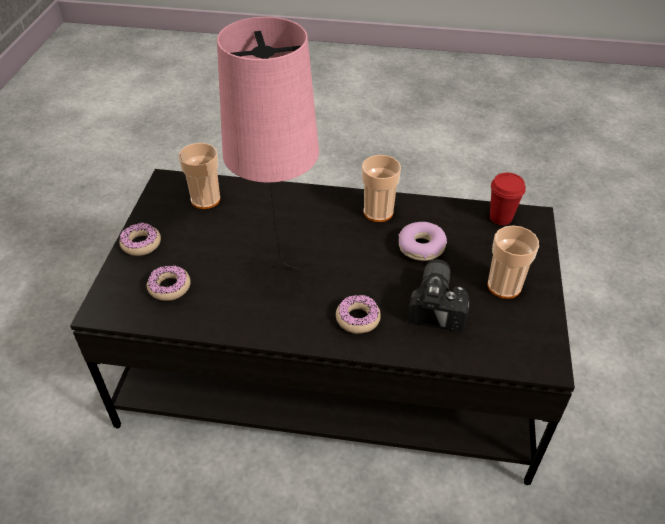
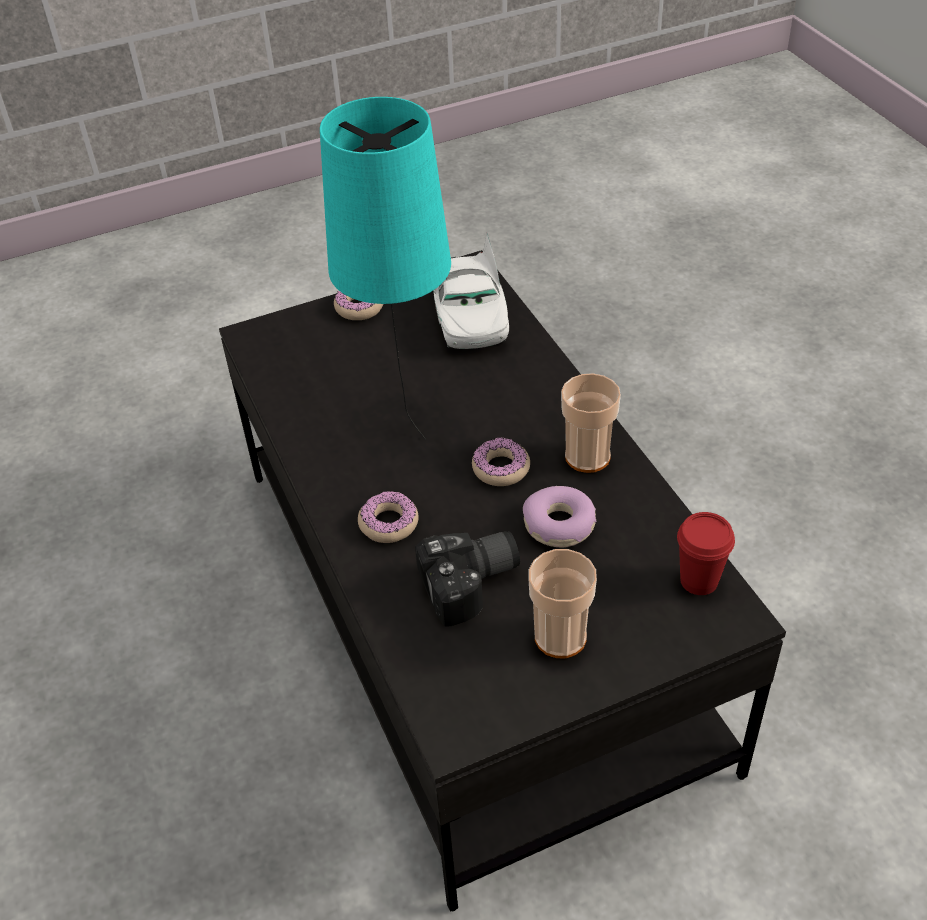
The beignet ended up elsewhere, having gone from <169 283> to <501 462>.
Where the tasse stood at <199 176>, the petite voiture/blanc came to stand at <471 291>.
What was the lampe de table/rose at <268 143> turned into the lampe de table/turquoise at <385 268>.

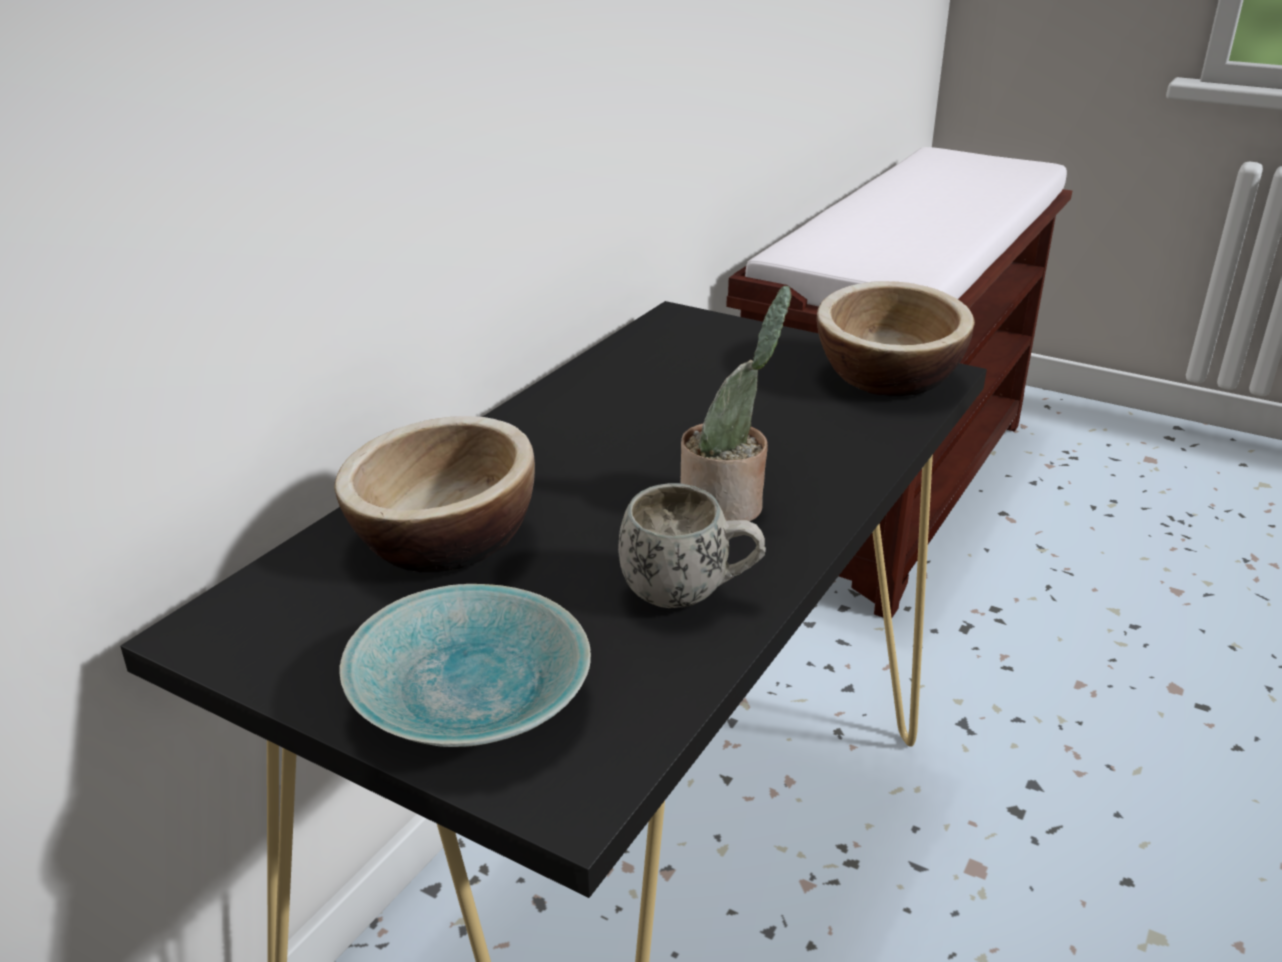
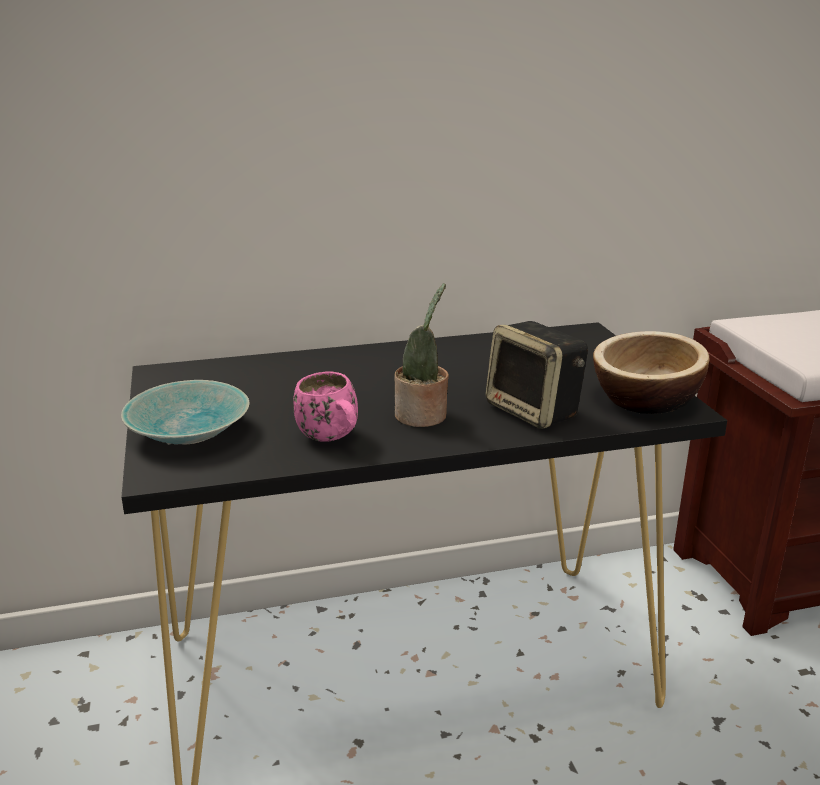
The second view lost the bol at <434 494>.
What was the mug/blanc at <692 545> turned into the mug/rose at <325 407>.
The second view gained the enceinte at <536 375>.

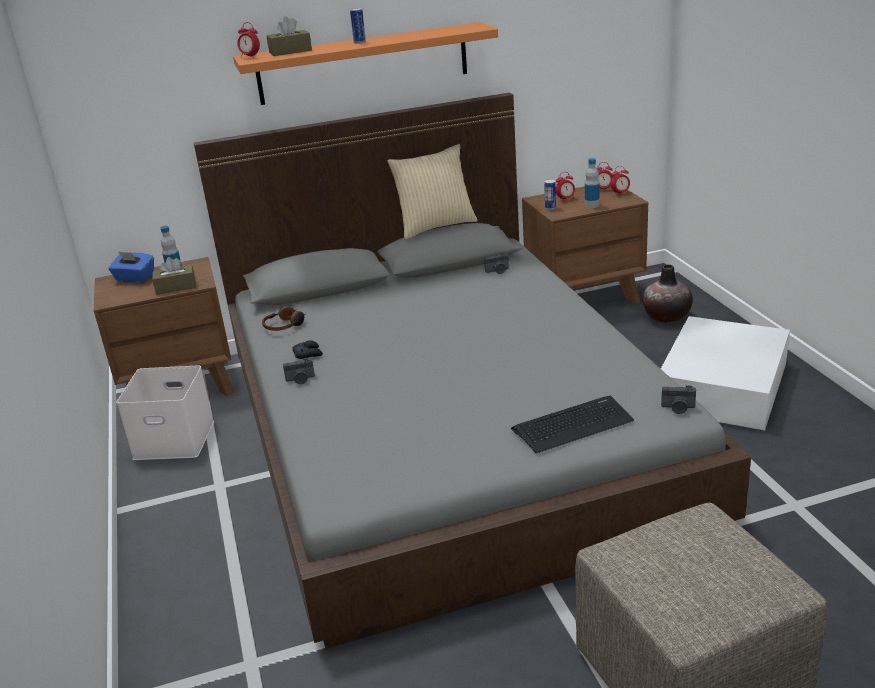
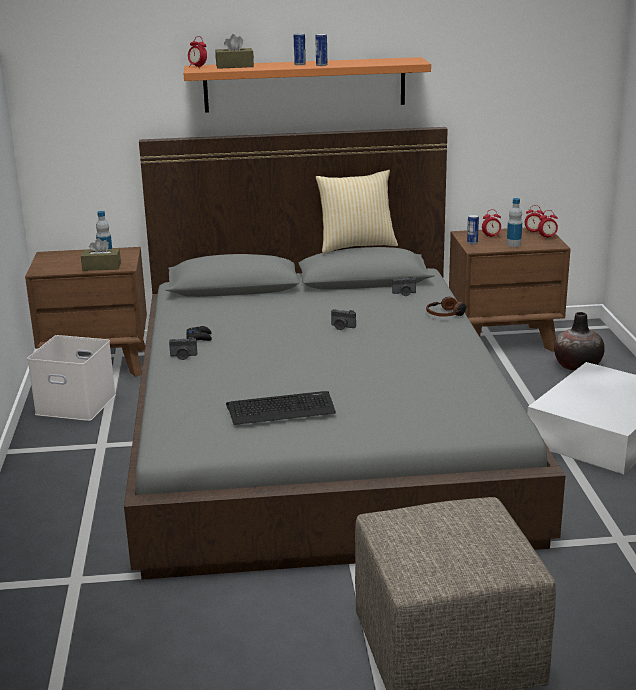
The second view lost the boîte à mouchoirs/bleu at <131 267>.
The casque audio ended up elsewhere, having gone from <284 318> to <446 307>.
The clavier ended up elsewhere, having gone from <572 425> to <281 408>.
The appareil photo ended up elsewhere, having gone from <678 399> to <343 319>.
The second view gained the boîte métallique at <321 50>.

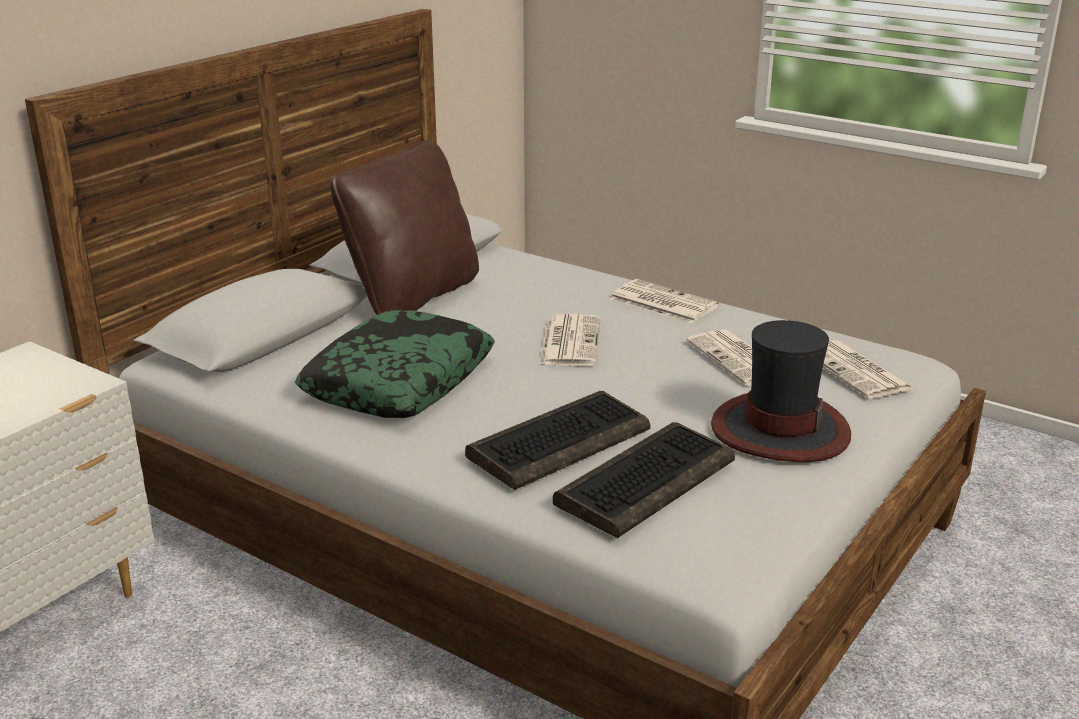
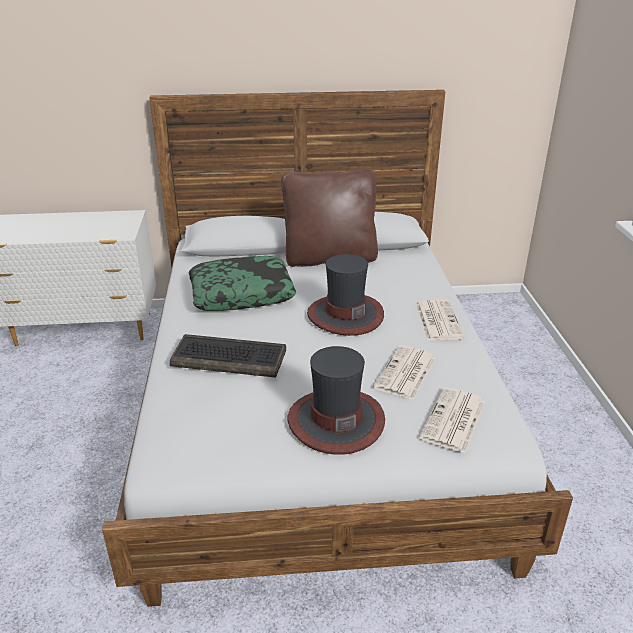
Where the journal stood at <569 340>, the chapeau came to stand at <345 295>.
The second view lost the clavier at <644 480>.

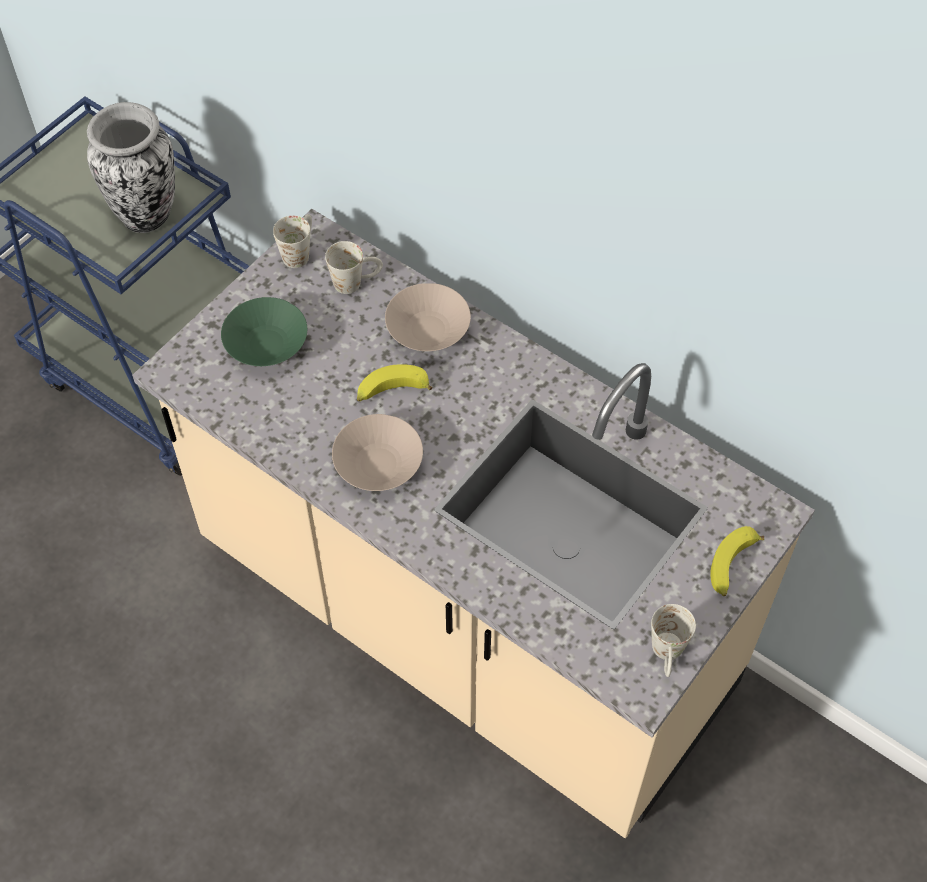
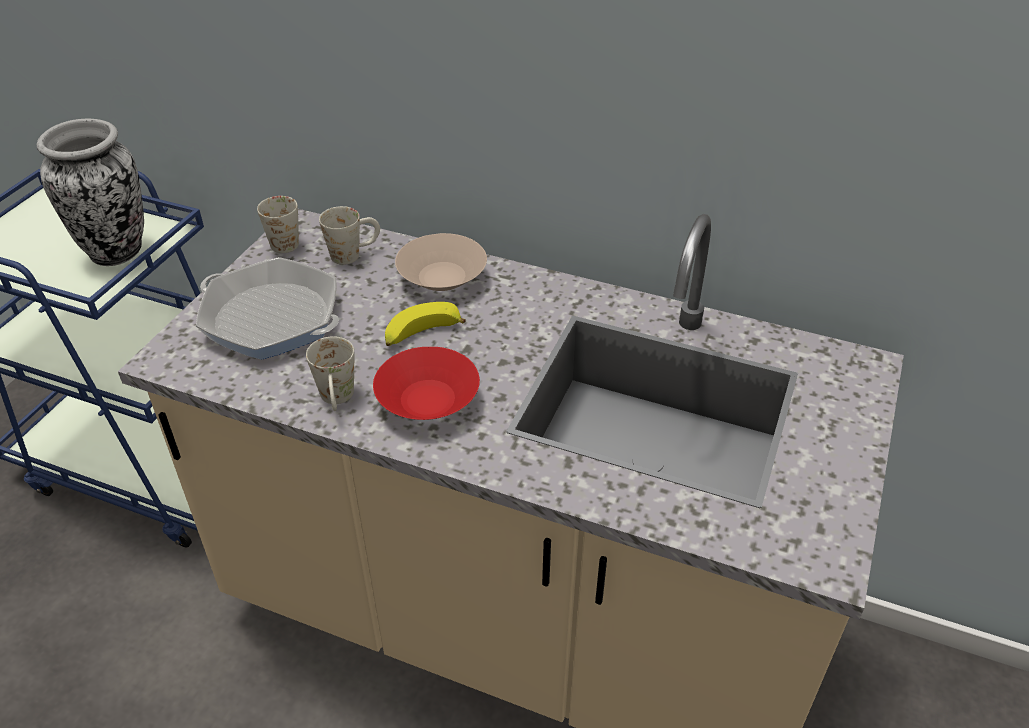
Where the bol/vert stood at <264 331>, the poêle came to stand at <267 308>.
What was the bol/beige at <377 452> turned into the bol/rouge at <426 383>.
The mug/blanc ended up elsewhere, having gone from <673 640> to <330 373>.
The second view lost the banane at <737 561>.

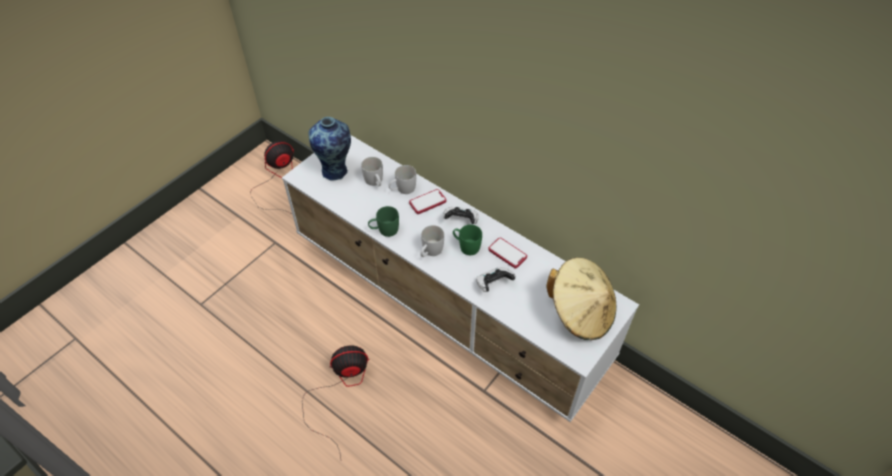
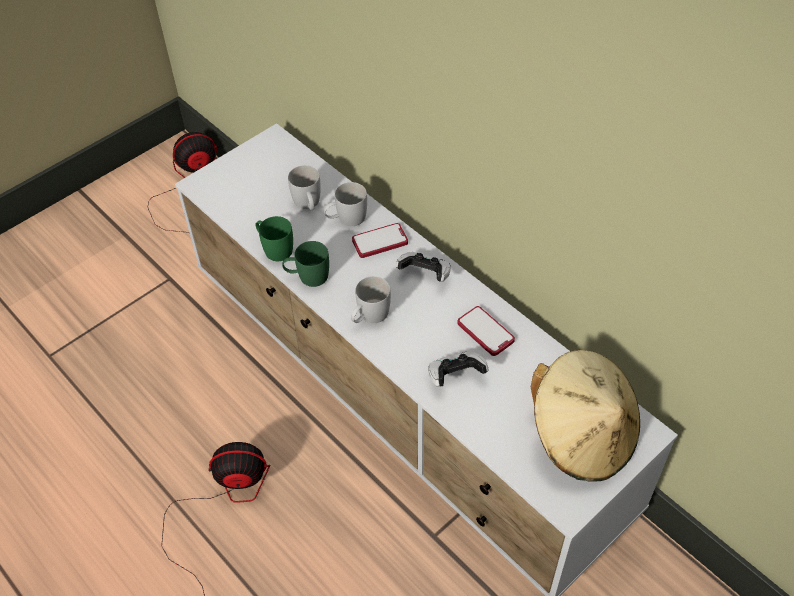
The second view lost the vase at <330 149>.
The mug/vert ended up elsewhere, having gone from <467 240> to <274 238>.

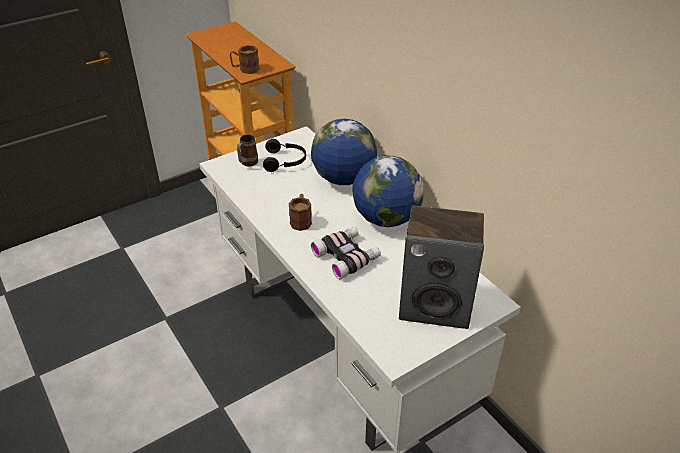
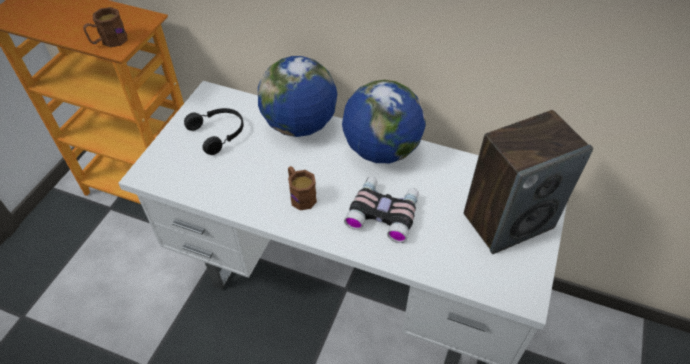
The second view lost the mug at <247 150>.

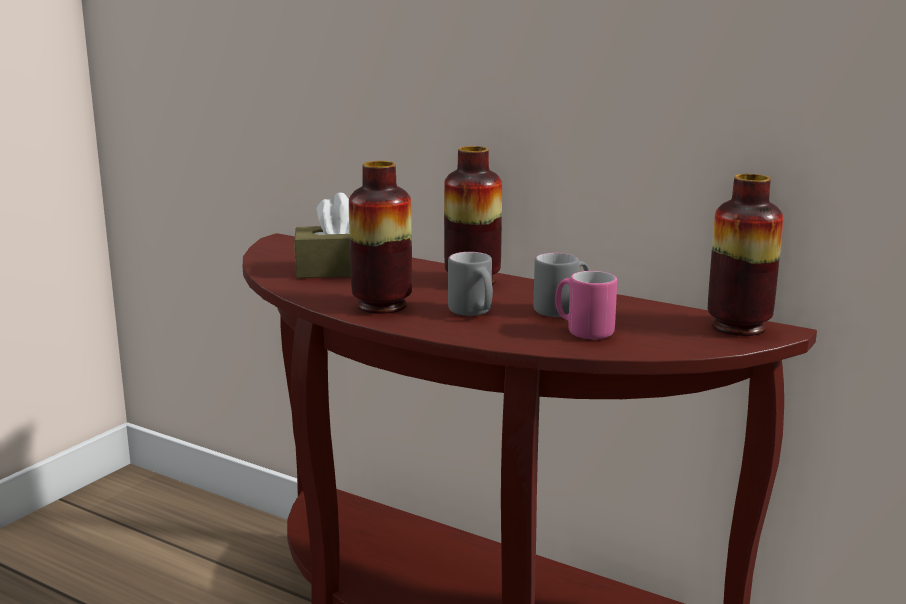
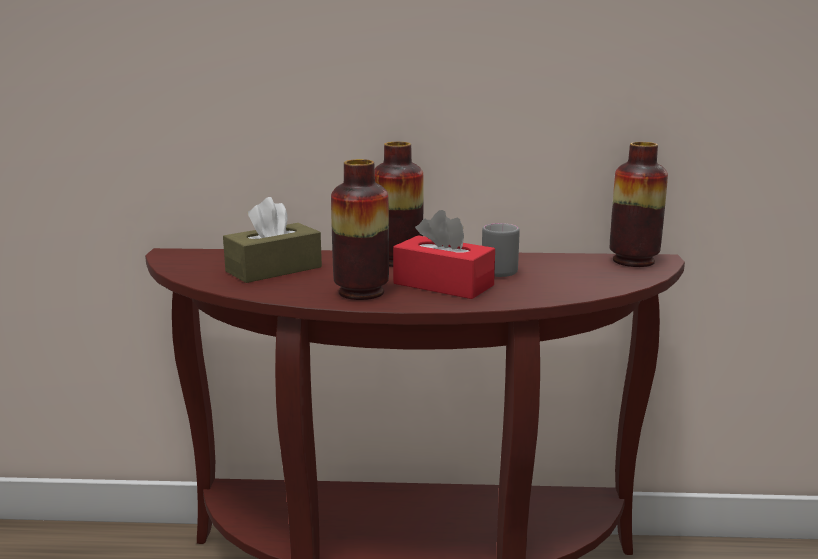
Where the mug/gris stood at <470 284>, the boîte à mouchoirs/rouge came to stand at <444 254>.
The second view lost the mug/rose at <586 305>.

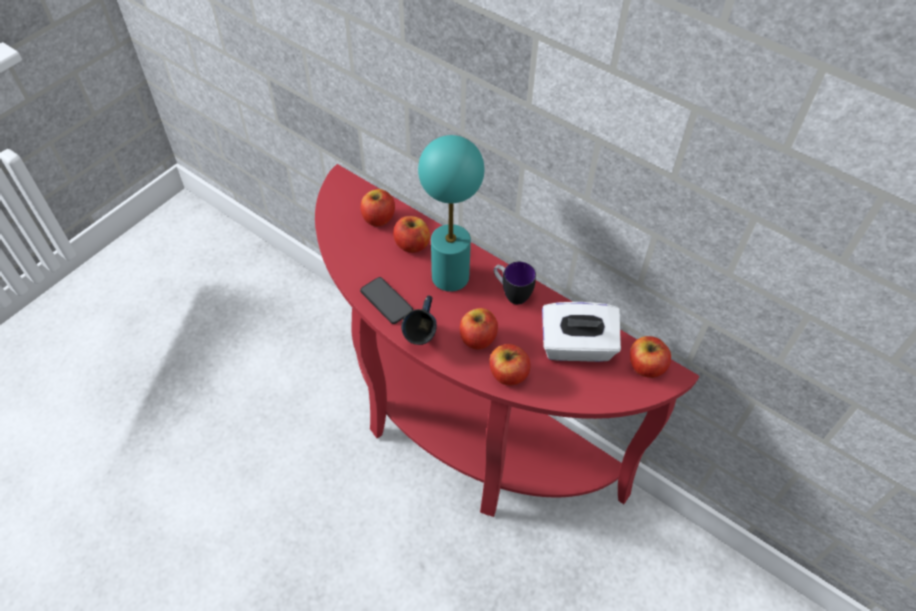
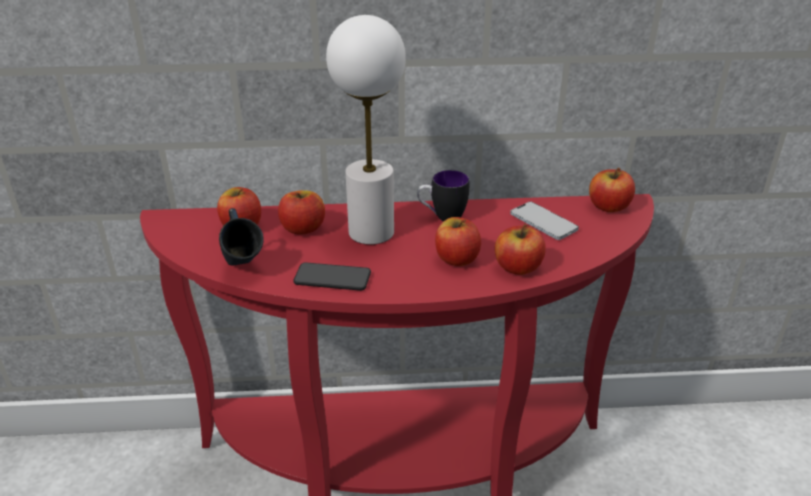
The mug/bleu ended up elsewhere, having gone from <419 320> to <241 236>.
What was the lampe de table/turquoise at <451 213> turned into the lampe de table/blanc at <366 130>.
Where the boîte à mouchoirs/blanc stood at <581 332>, the téléphone came to stand at <544 221>.

